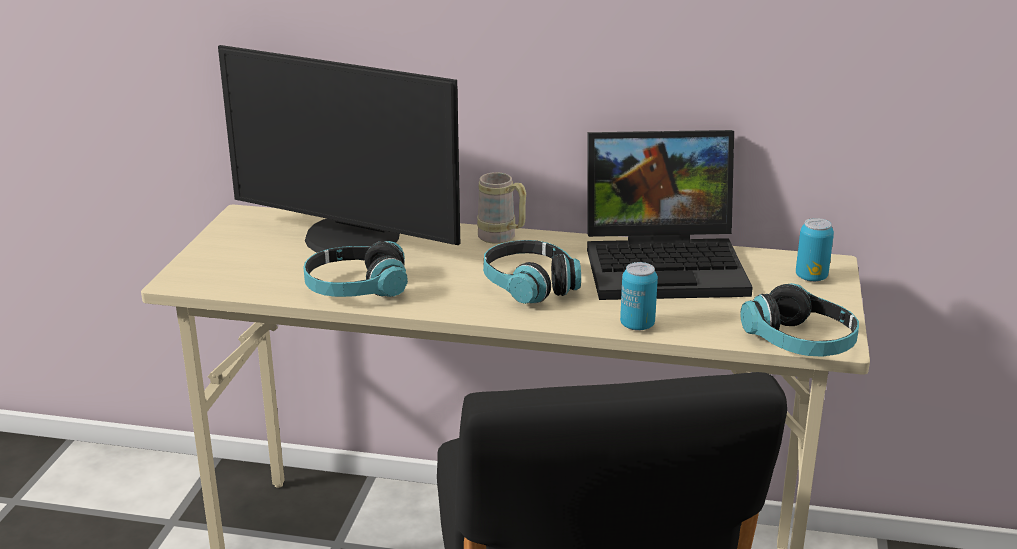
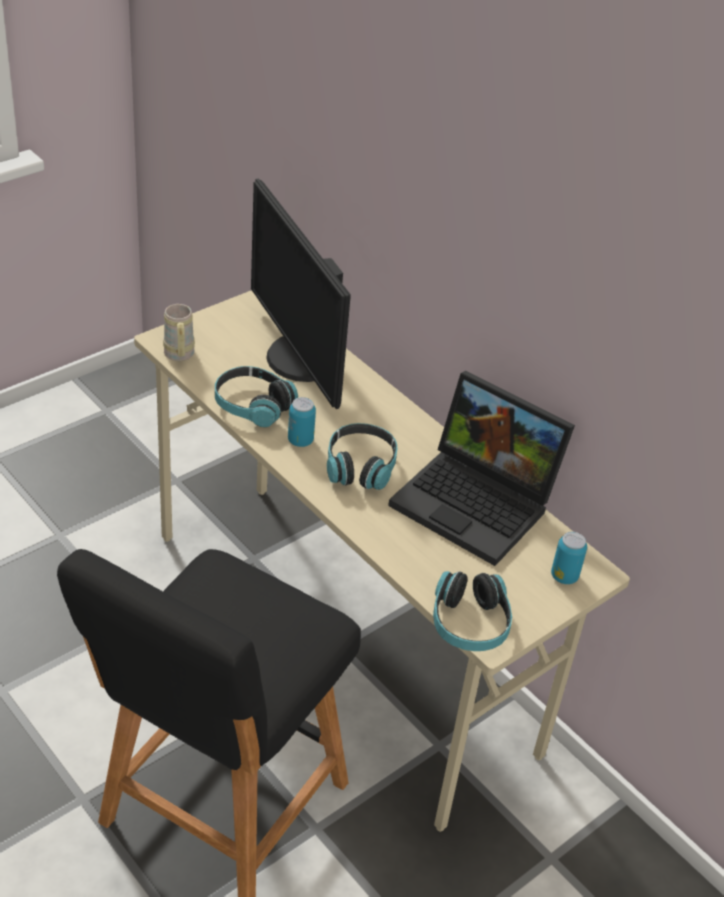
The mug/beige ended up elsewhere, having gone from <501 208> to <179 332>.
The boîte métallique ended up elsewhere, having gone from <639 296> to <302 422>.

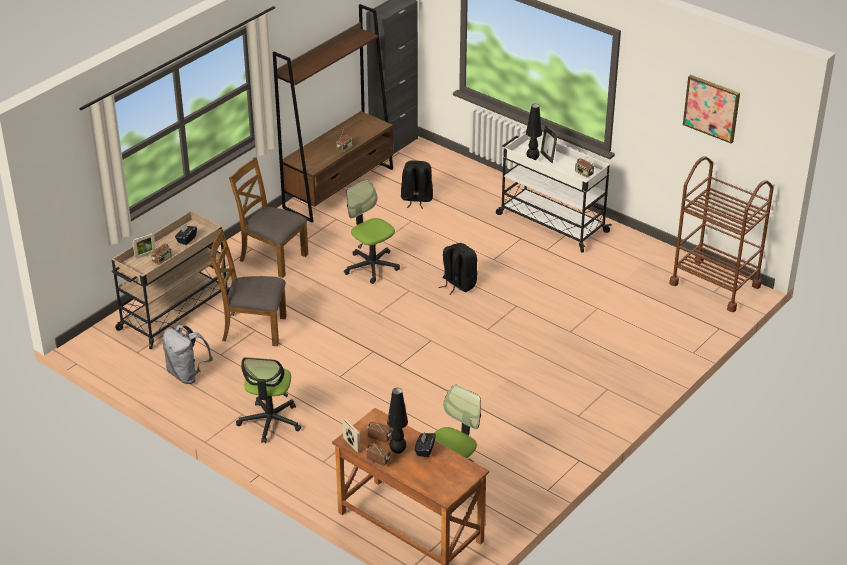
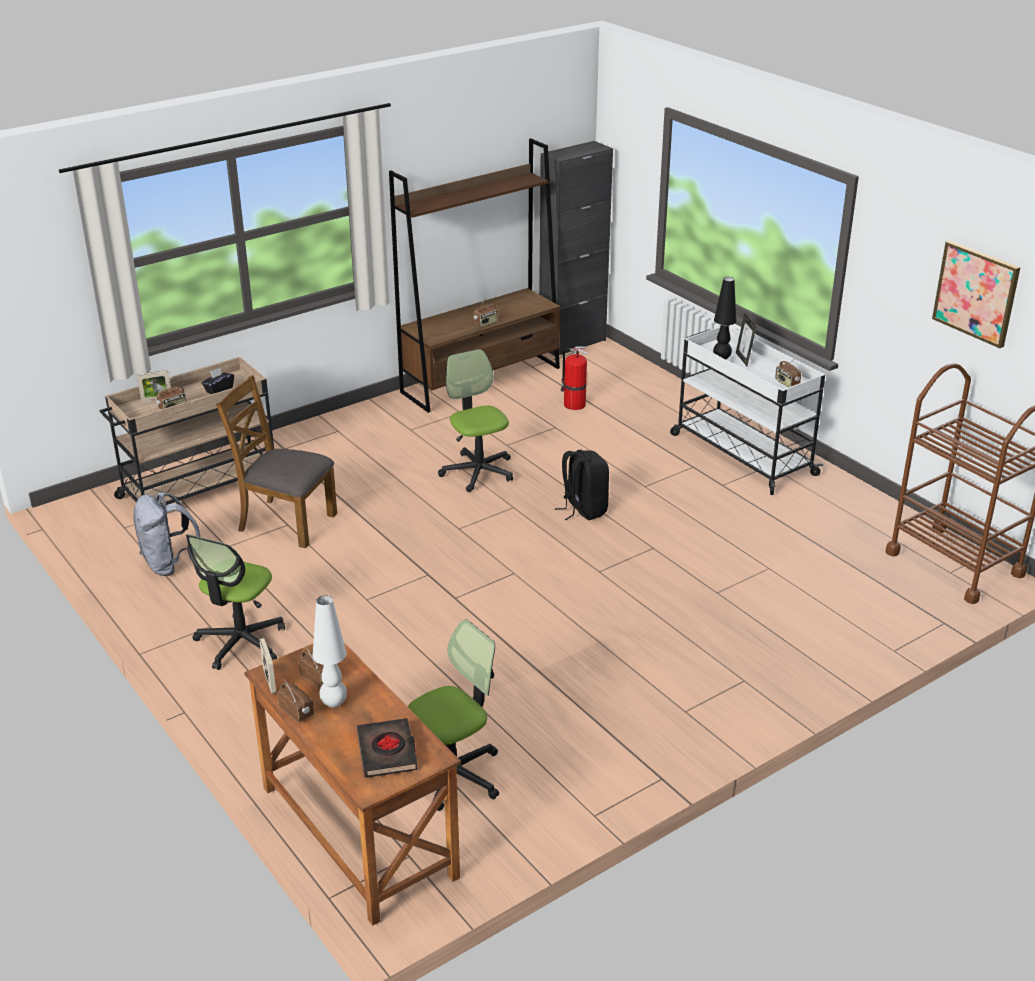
The second view lost the chaise/marron at <268 217>.
What was the lampe de table/noir at <397 421> turned into the lampe de table/blanc at <330 651>.
Where the sac à dos/noir stood at <417 185>, the extincteur came to stand at <574 378>.
The second view lost the boîte à mouchoirs/noir at <425 444>.
The second view gained the livre/noir at <387 748>.

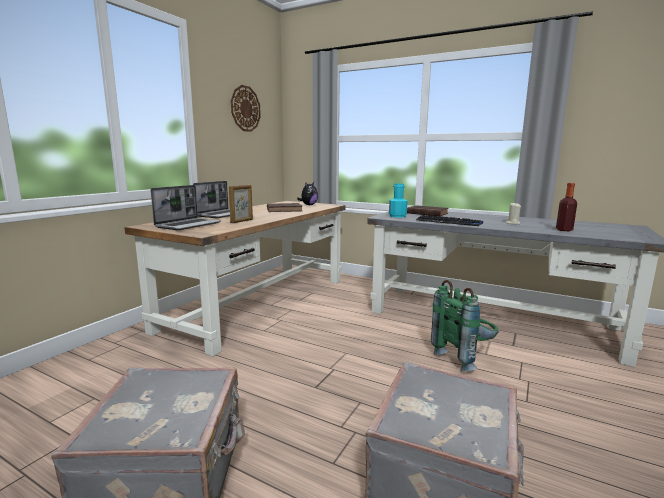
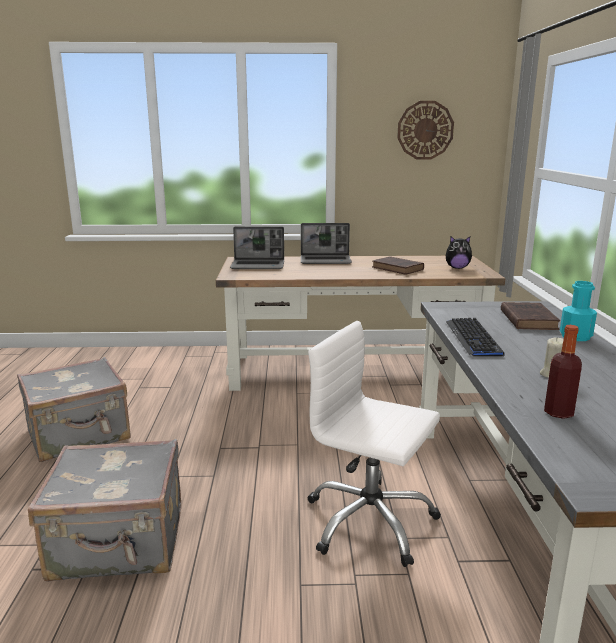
The second view lost the cadre photo at <241 204>.
The bouteille/turquoise ended up elsewhere, having gone from <398 201> to <578 311>.
Where the sac à dos/vert stood at <465 325>, the chaise de bureau/blanc came to stand at <374 444>.

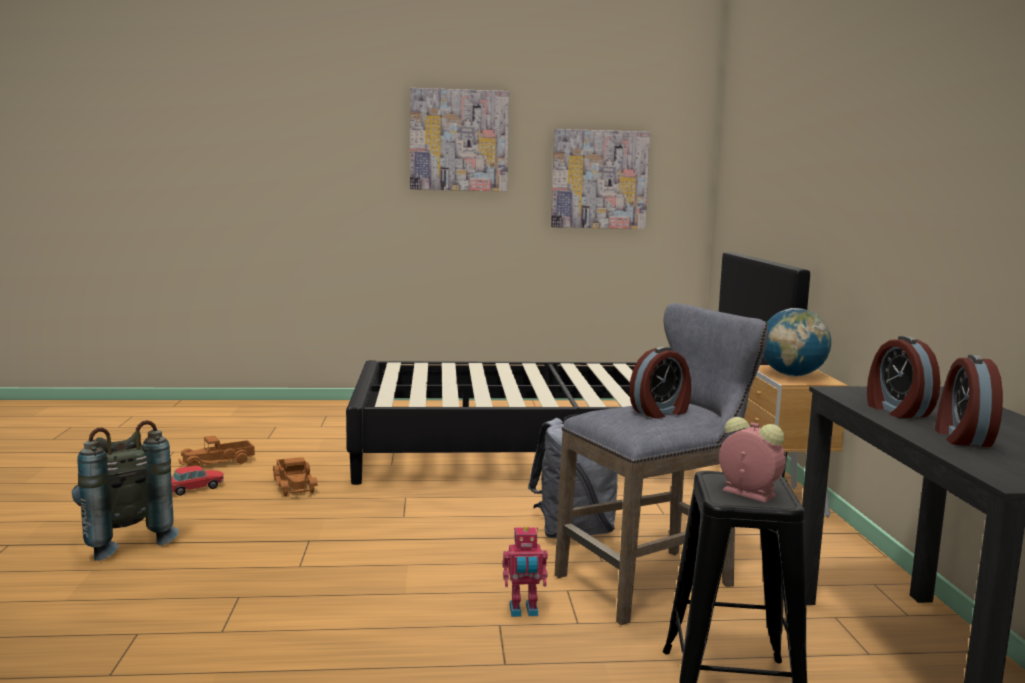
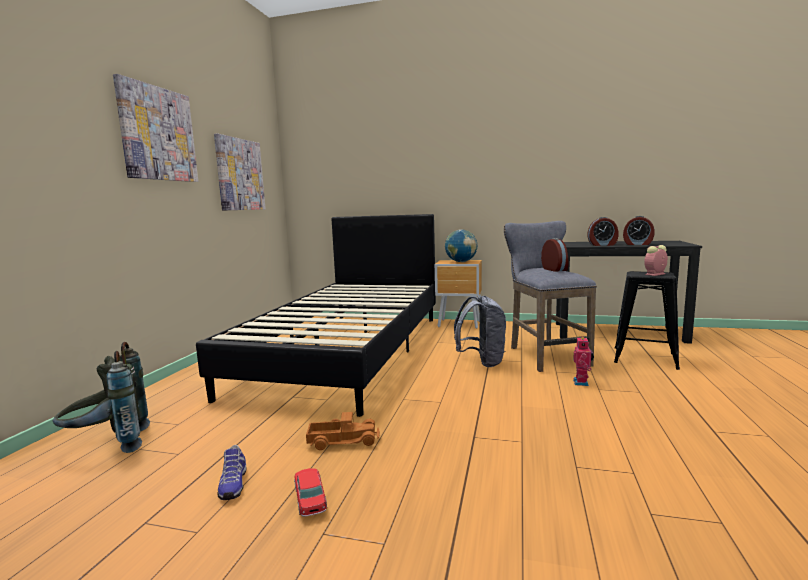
The sac à dos/gris ended up elsewhere, having gone from <125 490> to <101 397>.
Where the camion jouet stood at <217 450>, the chaussure came to stand at <232 472>.

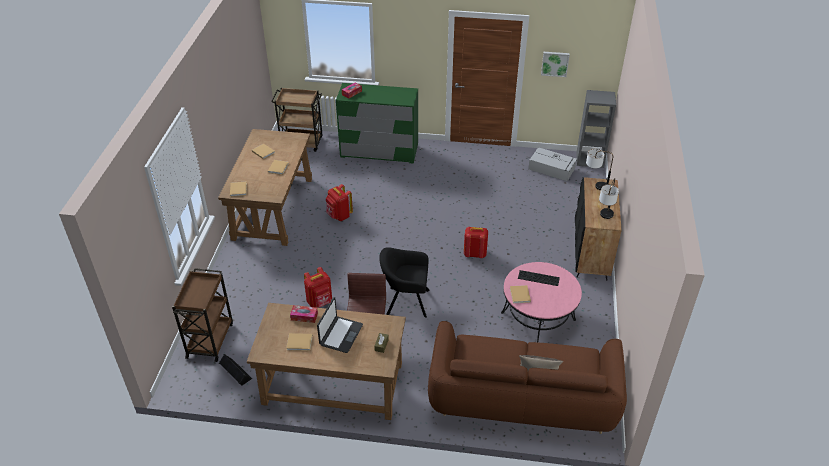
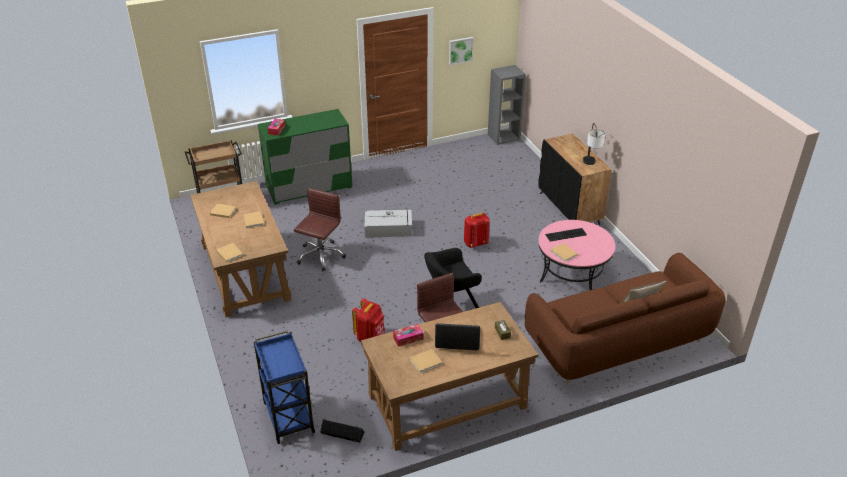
What was the chariot/marron at <202 315> turned into the chariot/bleu at <284 387>.
The ordinateur portable at <340 325> ended up facing another way, 75 degrees counterclockwise from before.
Where the sac à dos/rouge stood at <339 202>, the chaise de bureau/marron came to stand at <320 229>.
The boîte de rangement/gris ended up elsewhere, having gone from <552 164> to <388 223>.
The second view lost the lampe de table at <599 169>.

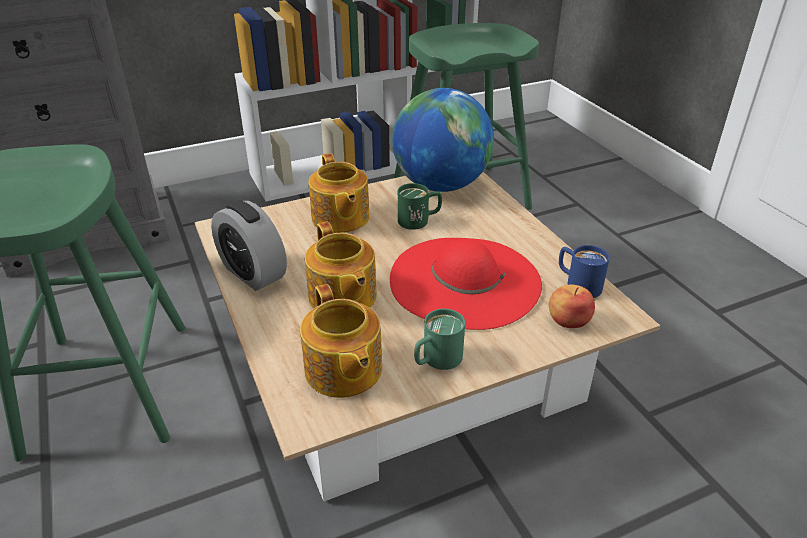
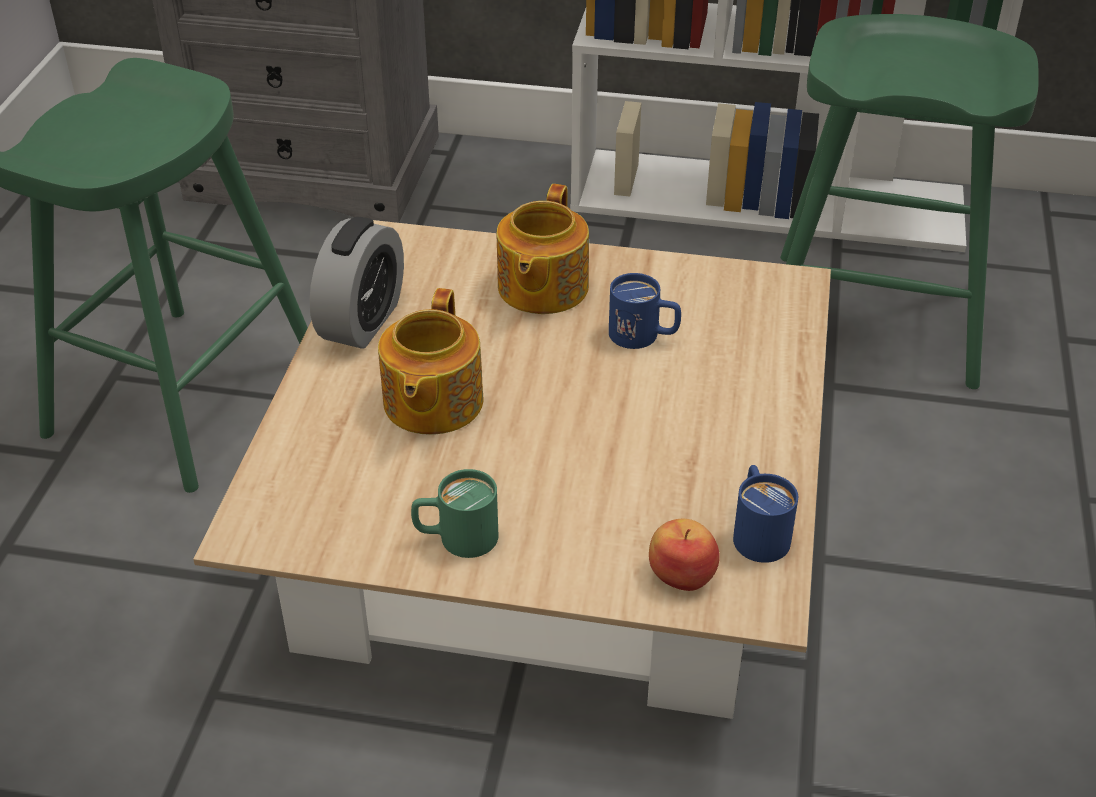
The réveil at <249 245> ended up facing another way, 150 degrees counterclockwise from before.
The second view lost the théière at <341 341>.
The second view lost the chapeau/rouge at <466 284>.
The second view lost the globe at <443 140>.
What was the mug/vert at <420 206> turned into the mug/bleu at <645 311>.

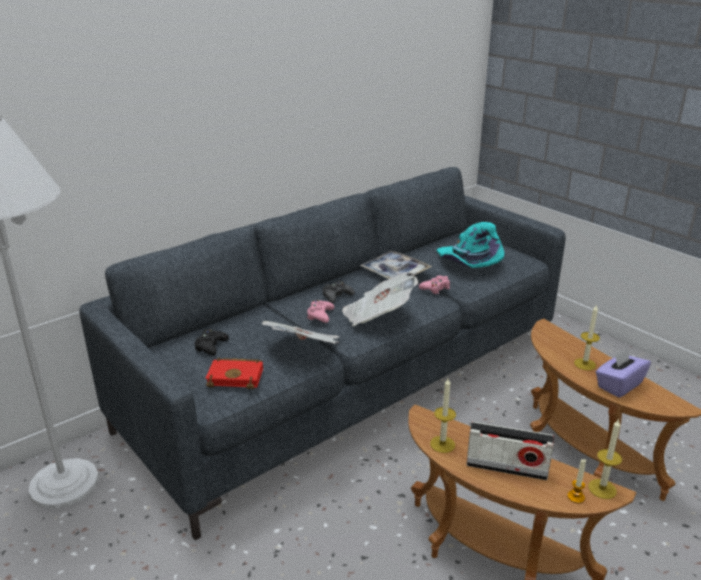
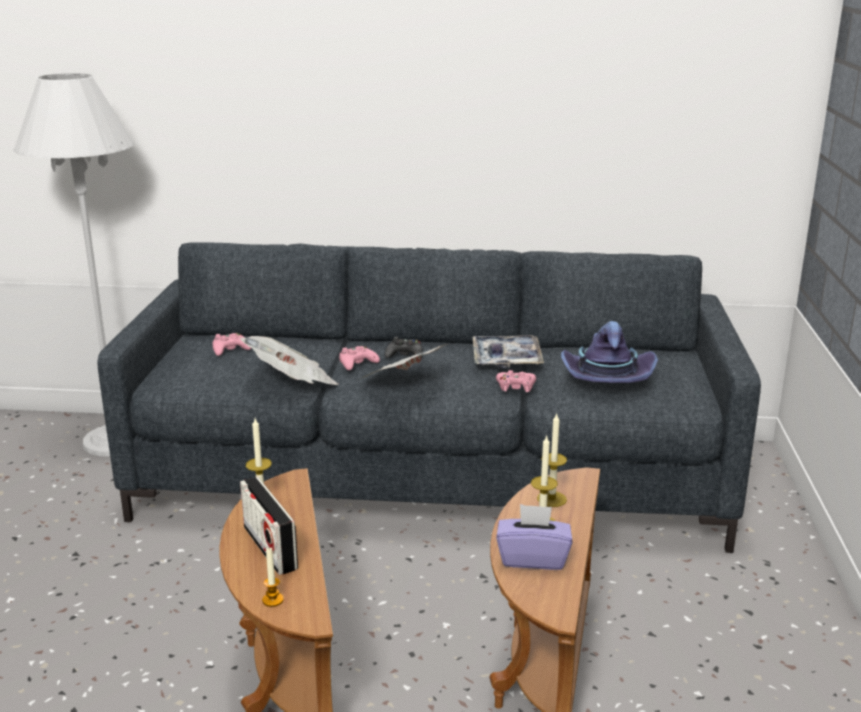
What was the manette/noir at <212 343> turned into the manette/rose at <232 344>.
The second view lost the livre/rouge at <234 373>.
What was the chapeau/turquoise at <470 245> turned into the chapeau/violet at <609 352>.
The bougie ended up elsewhere, having gone from <605 459> to <552 460>.

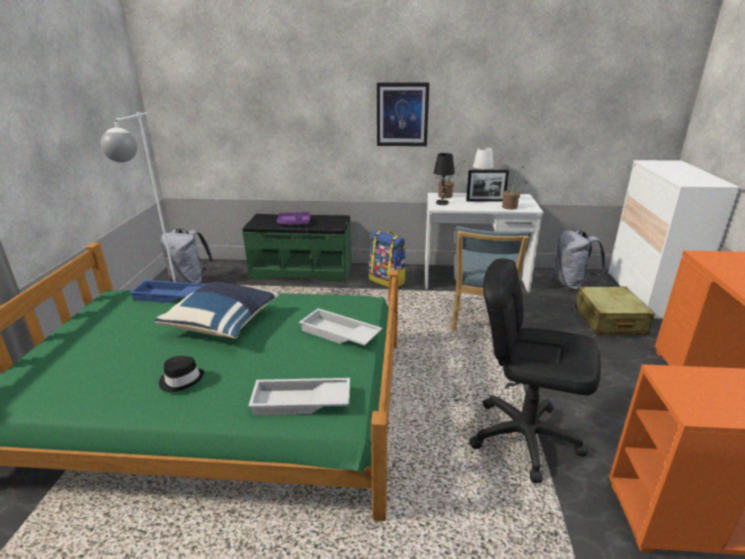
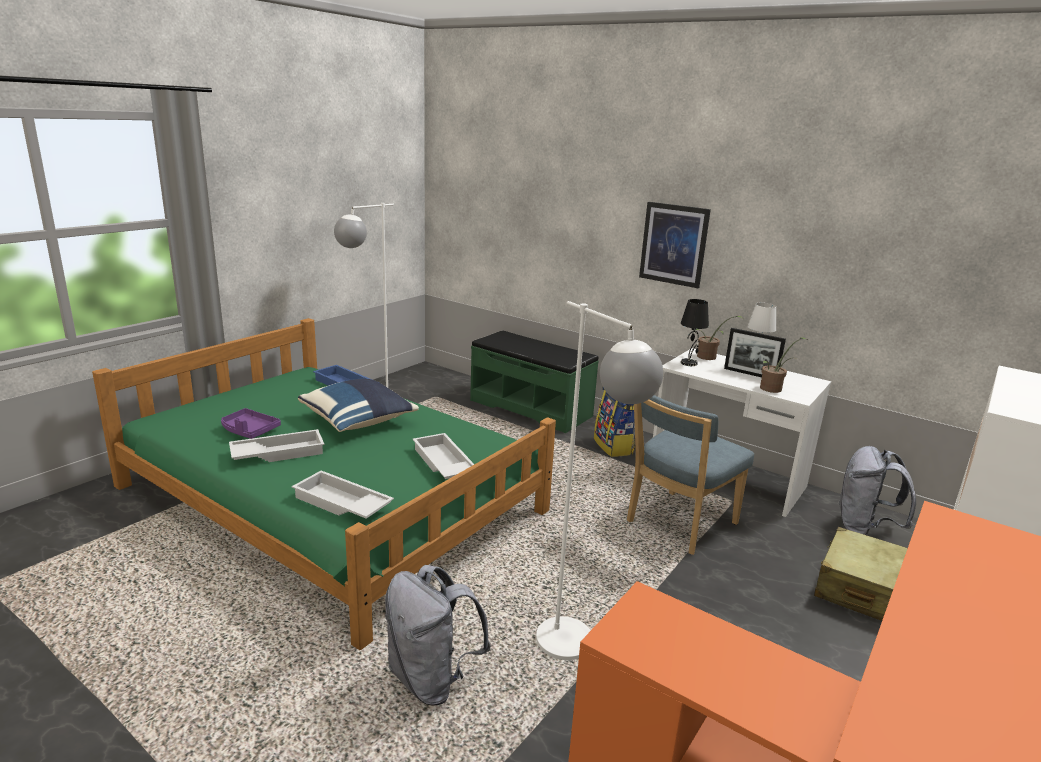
Where the chapeau/noir stood at <181 374>, the plateau/blanc came to stand at <276 445>.
The sac à dos/gris ended up elsewhere, having gone from <186 256> to <438 635>.
The plateau/violet ended up elsewhere, having gone from <294 218> to <251 423>.
Where the chaise de bureau/noir stood at <535 370>, the lampadaire/blanc came to stand at <599 480>.

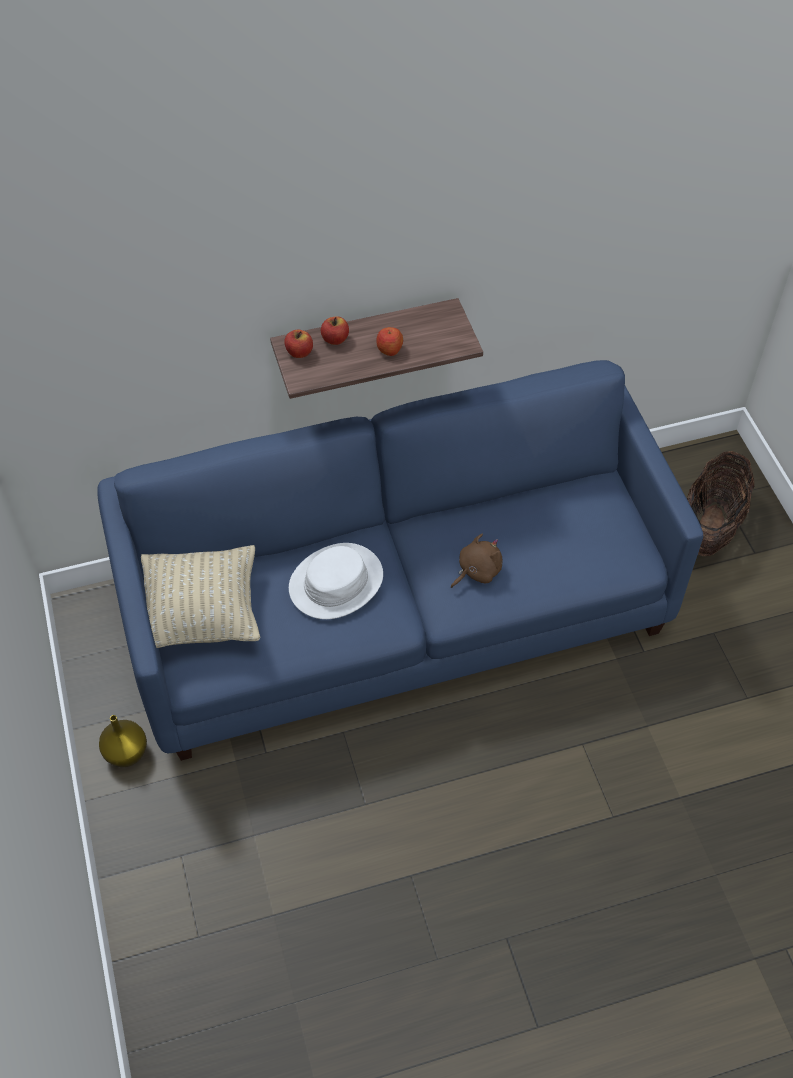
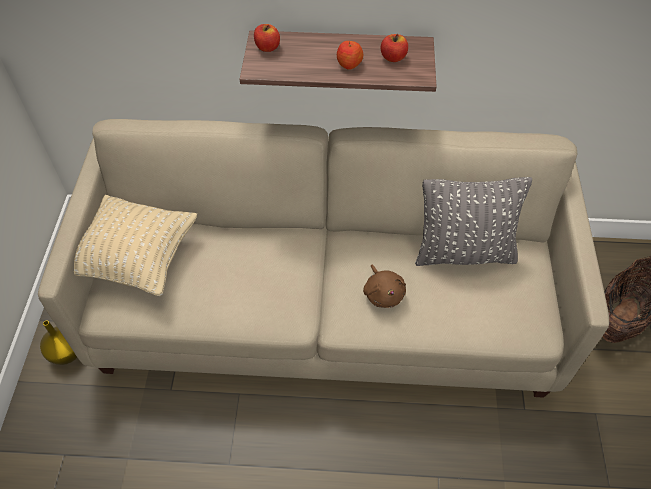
What was the canapé/bleu at <400 560> turned into the canapé/beige at <323 258>.
The second view lost the chapeau/blanc at <336 581>.
The pomme ended up elsewhere, having gone from <335 330> to <394 48>.
The peluche/marron at <476 560> ended up facing another way, 90 degrees clockwise from before.
The second view gained the coussin/gris at <473 221>.

